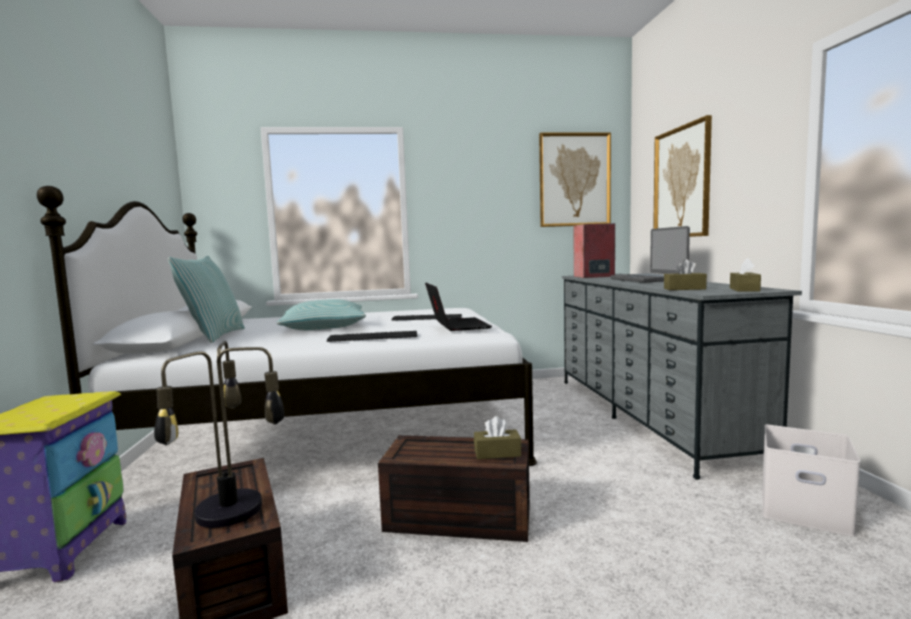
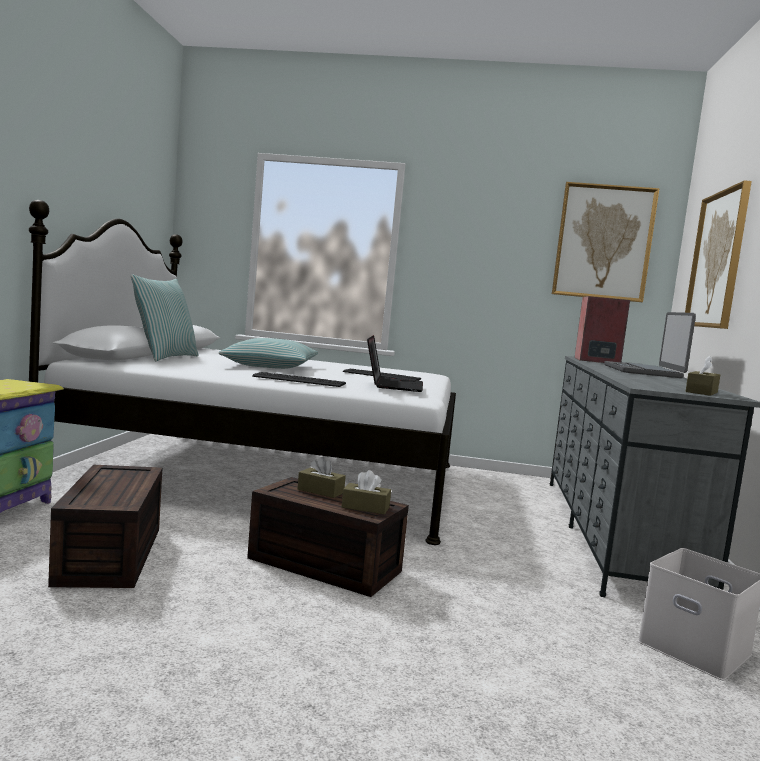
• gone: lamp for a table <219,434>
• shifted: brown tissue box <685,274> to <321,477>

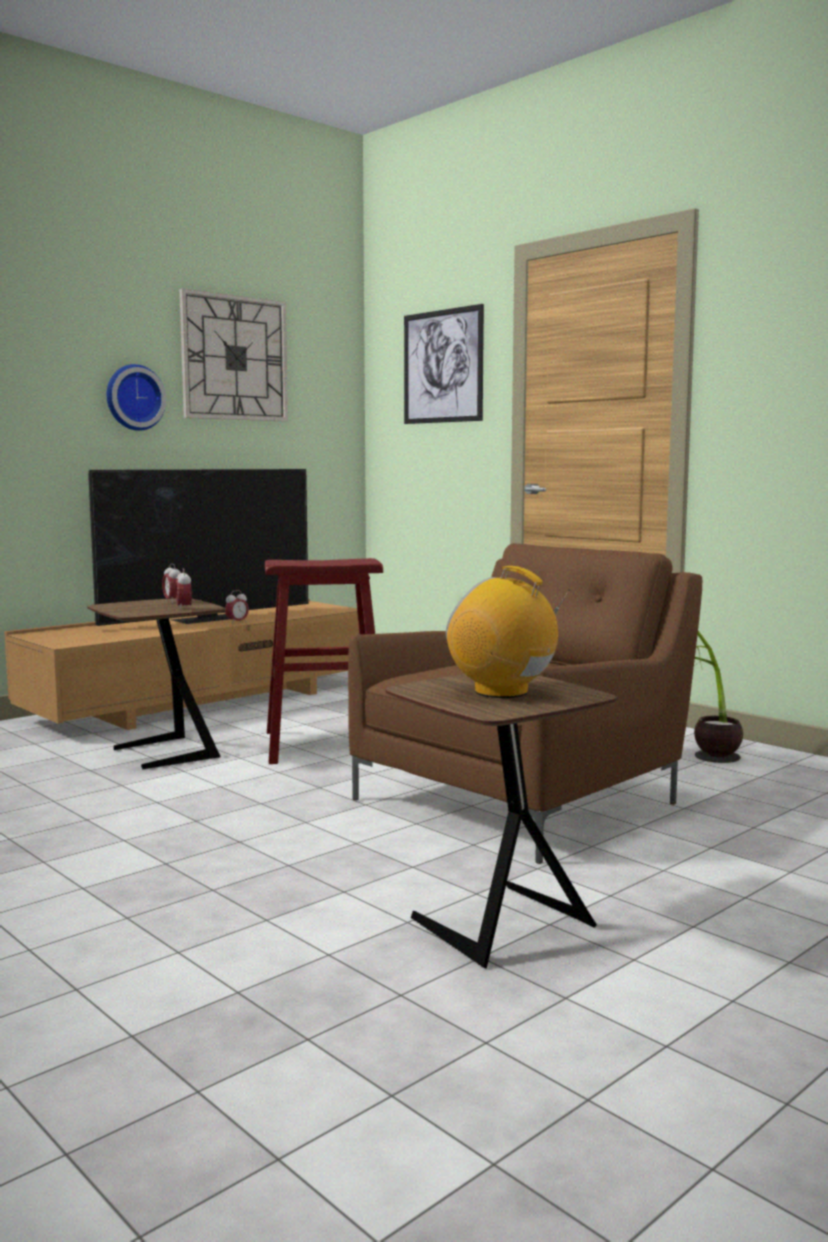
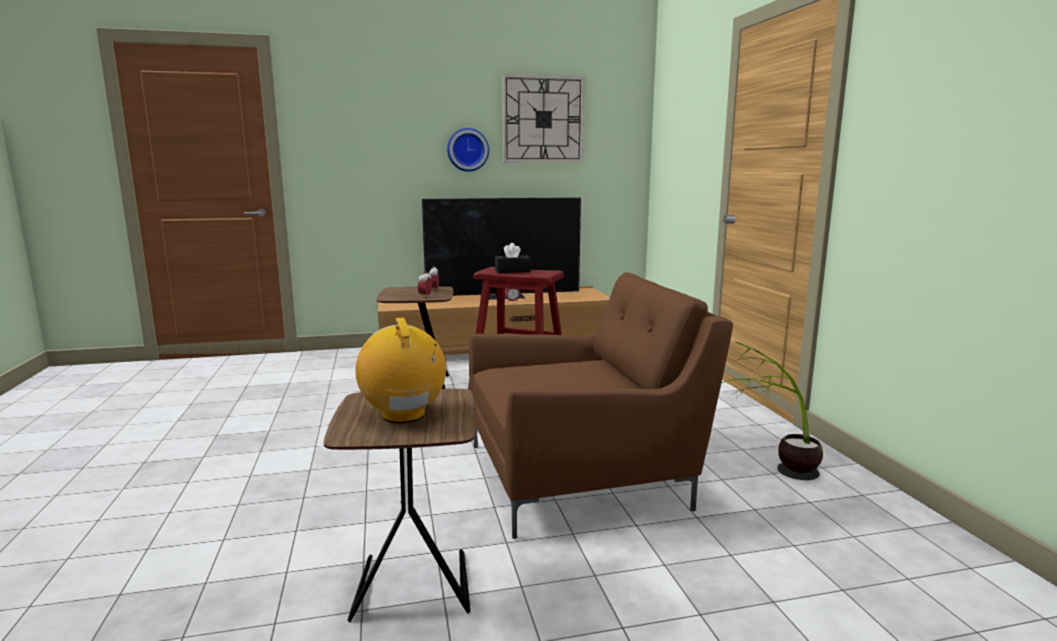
• gone: wall art <444,364>
• new: black tissue box <513,258>

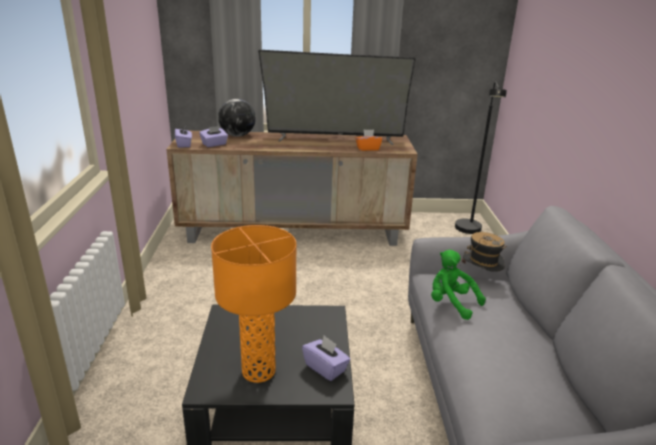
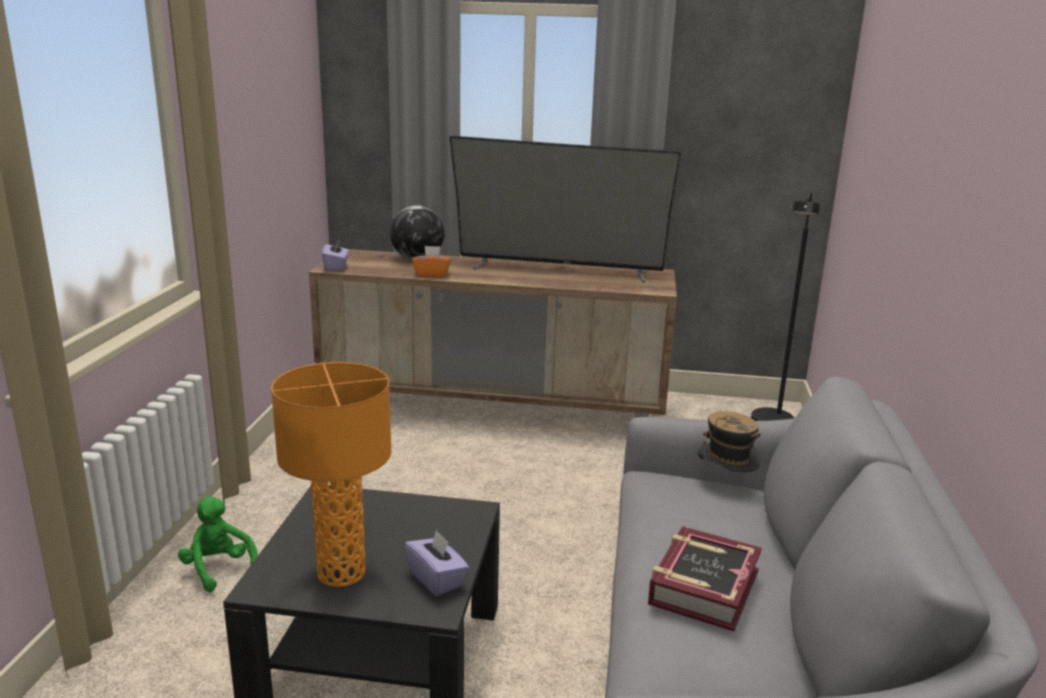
• gone: purplish tissue box <213,136>
• shifted: orangey tissue box <368,140> to <431,261>
• shifted: green plush toy <458,285> to <218,544>
• new: volume <705,578>

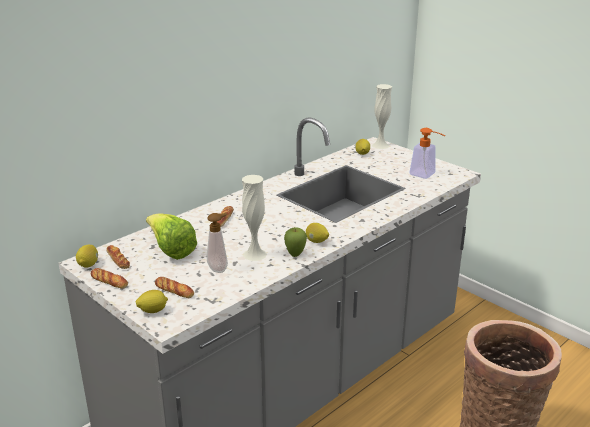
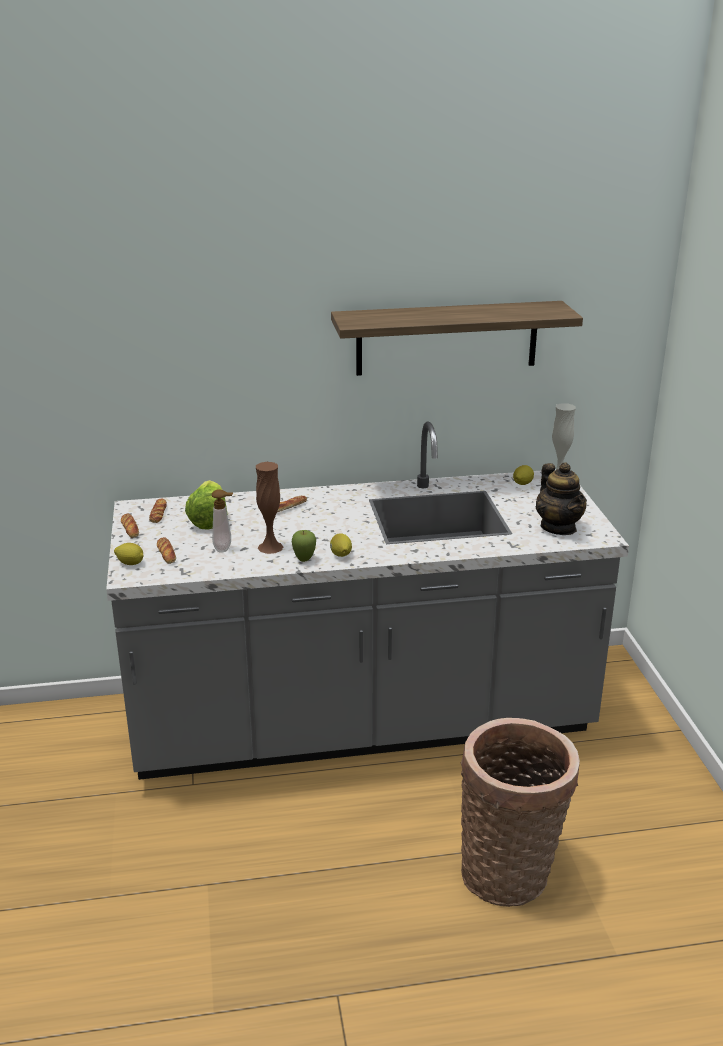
• gone: lemon <87,256>
• repainted: whitish decorative vase <254,218> to brown decorative vase <270,508>
• swapped: soap bottle <427,153> to pot for tea <561,498>
• new: bracket shelf <457,338>

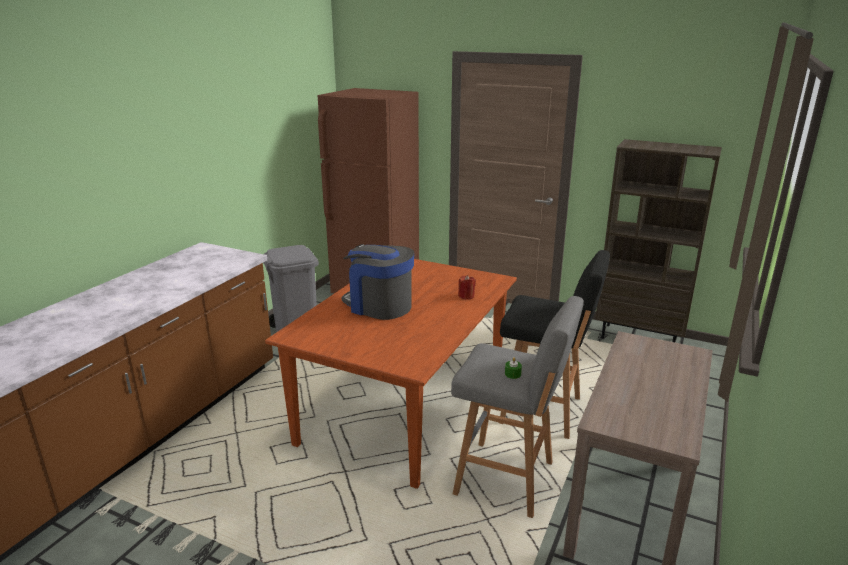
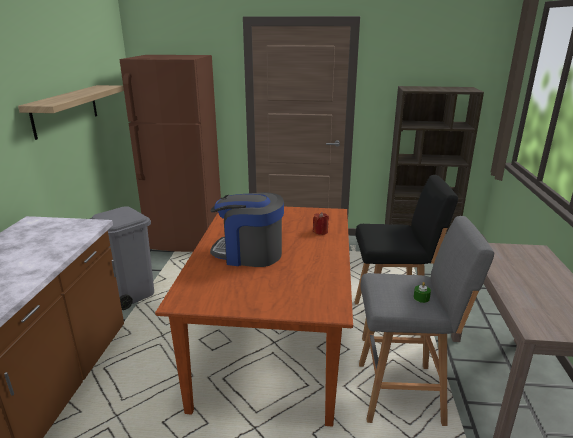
• new: bracket shelf <71,112>

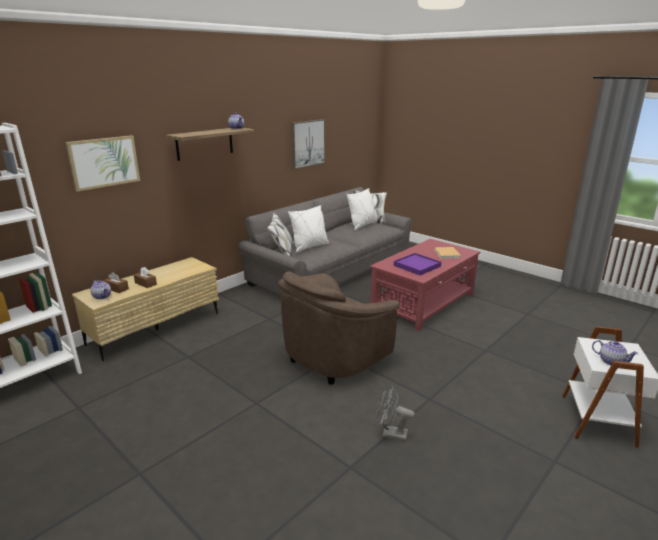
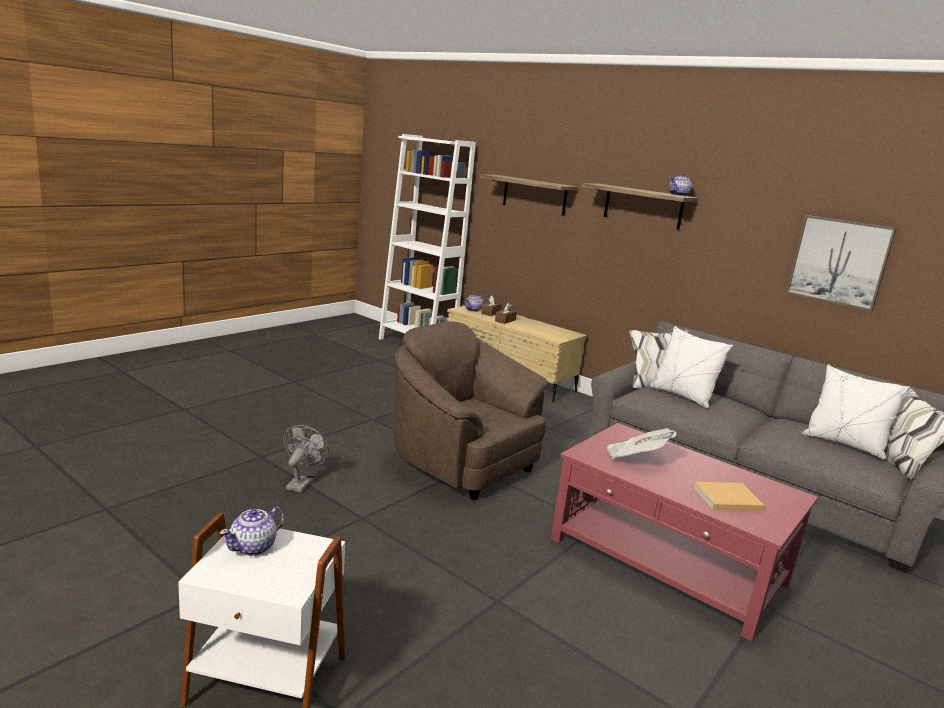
• swapped: wall art <103,163> to bracket shelf <529,195>
• swapped: purplish tray <417,264> to daily paper <641,443>

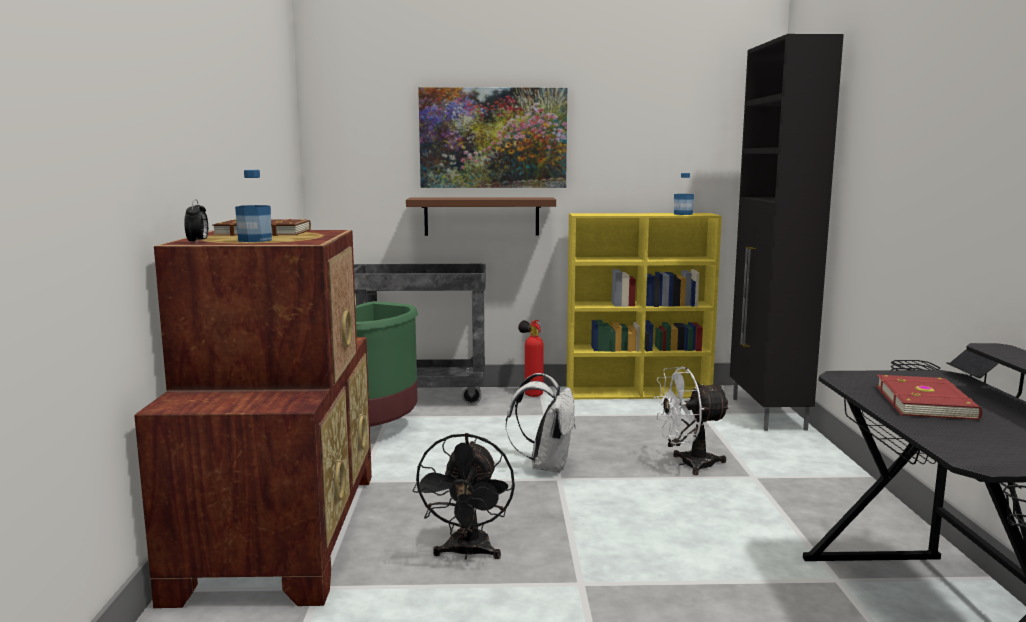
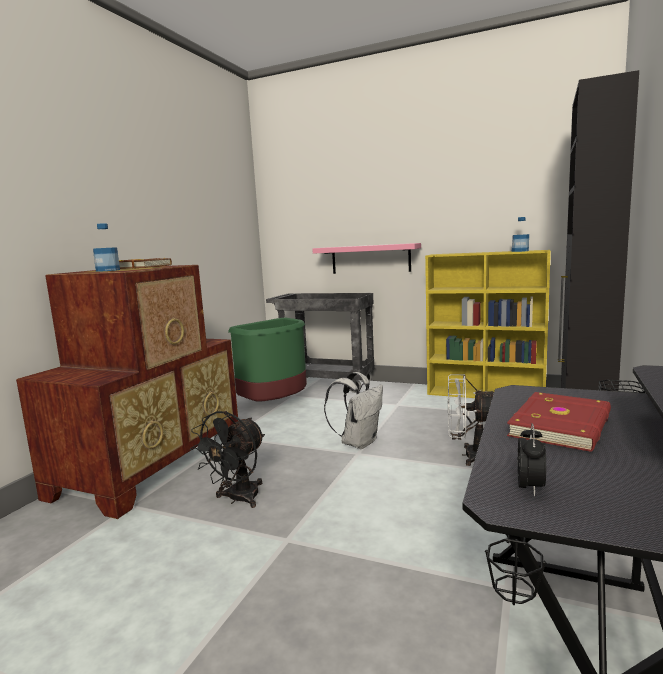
• shifted: bedside clock <196,221> to <532,460>
• repainted: brown bracket shelf <481,216> to pink bracket shelf <366,258>
• gone: wall art <492,137>
• gone: extinguisher <531,358>

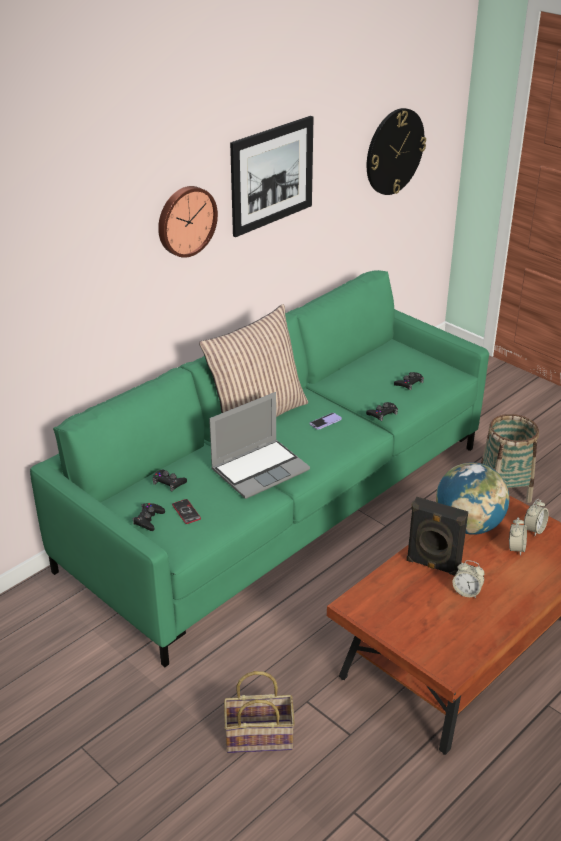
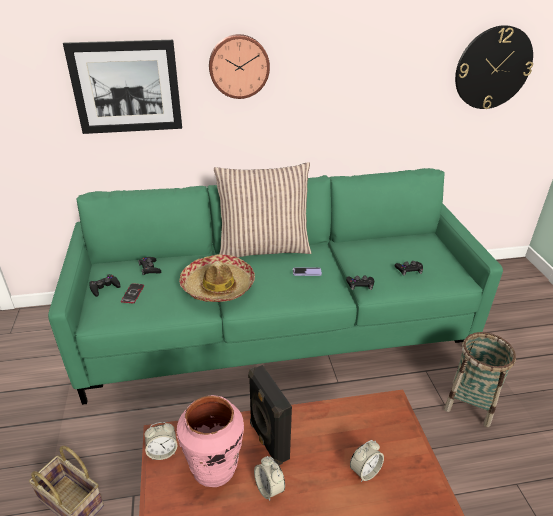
• swapped: laptop <259,445> to clothing hat <217,278>
• shifted: wall art <272,176> to <122,87>
• gone: desk globe <472,498>
• shifted: bedside clock <536,518> to <161,441>
• new: pink decorative vase <210,441>

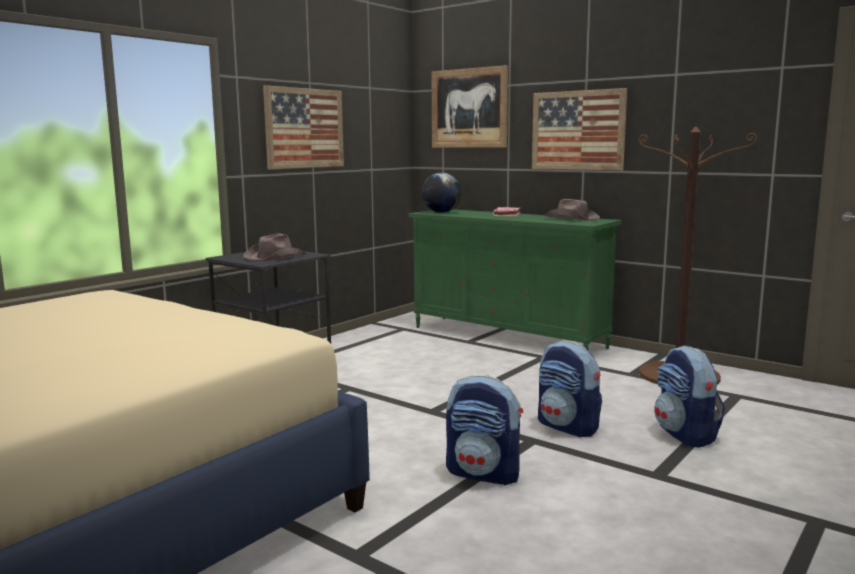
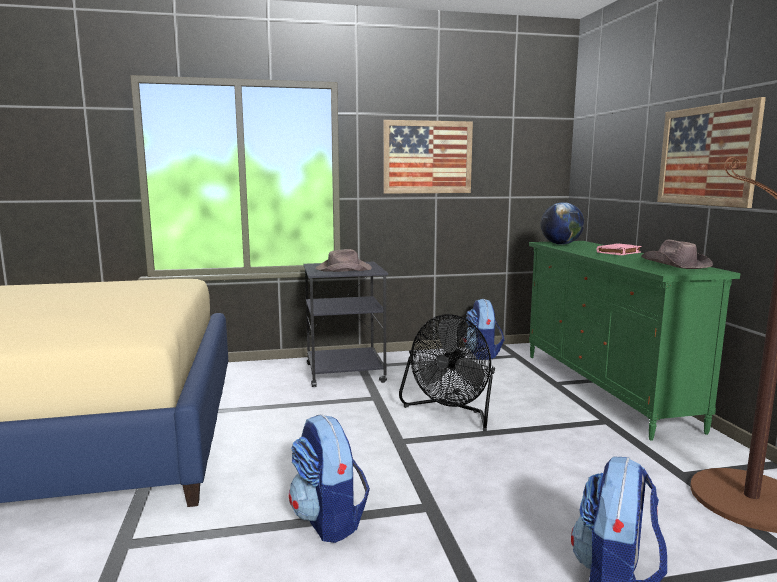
• gone: wall art <470,106>
• shifted: backpack <570,389> to <484,329>
• new: black fan <447,372>

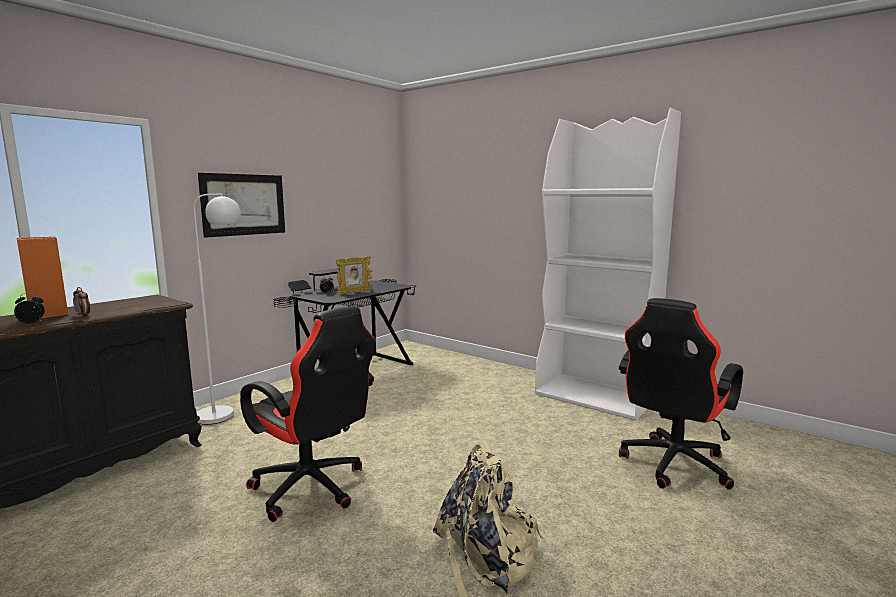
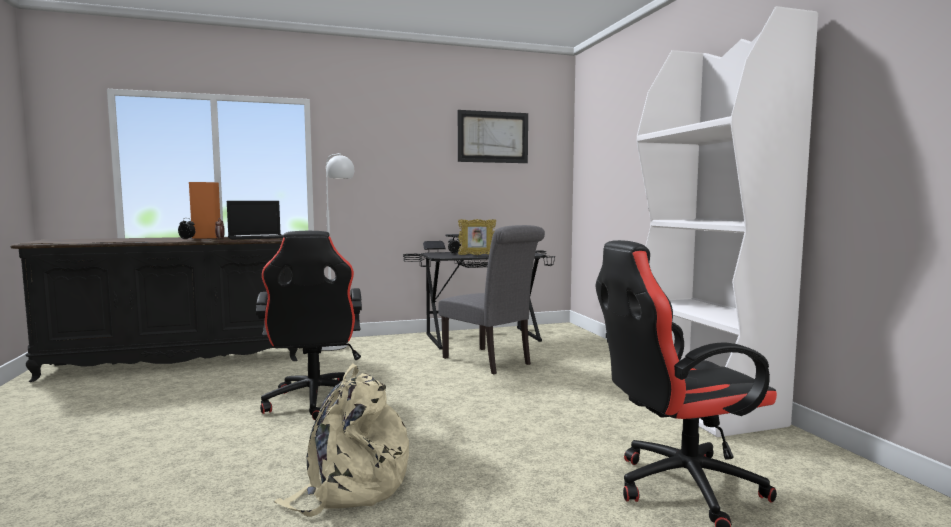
• shifted: wall art <241,205> to <493,136>
• new: laptop <255,220>
• new: gray upright chair <491,299>

